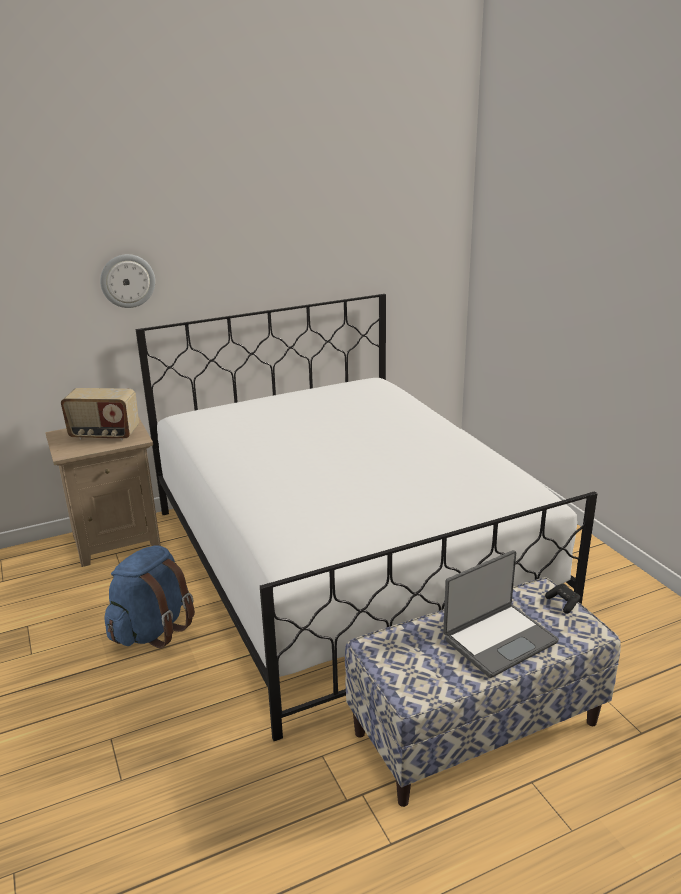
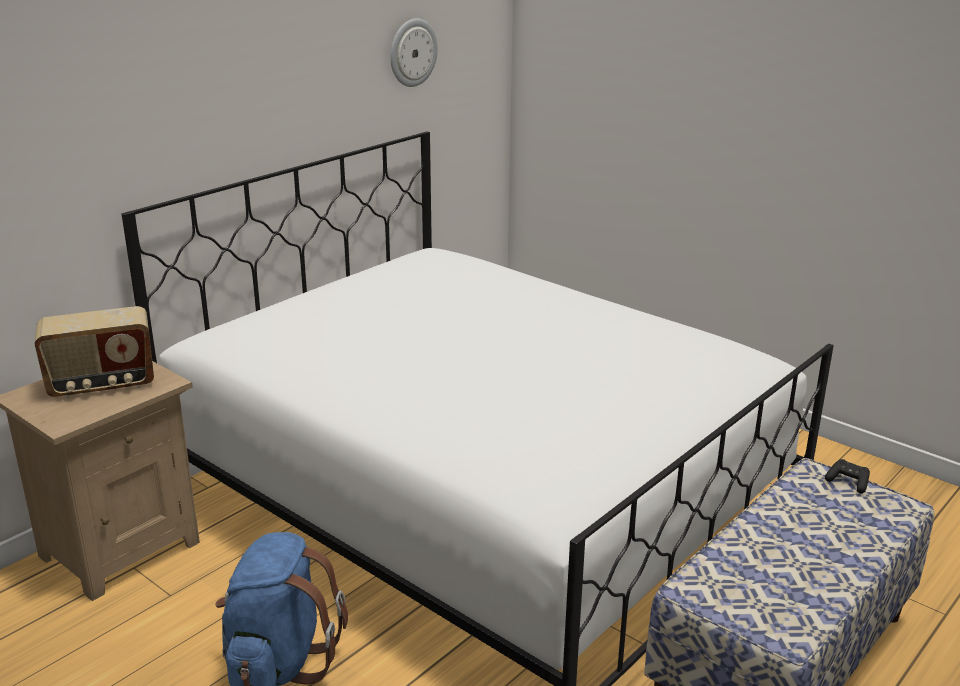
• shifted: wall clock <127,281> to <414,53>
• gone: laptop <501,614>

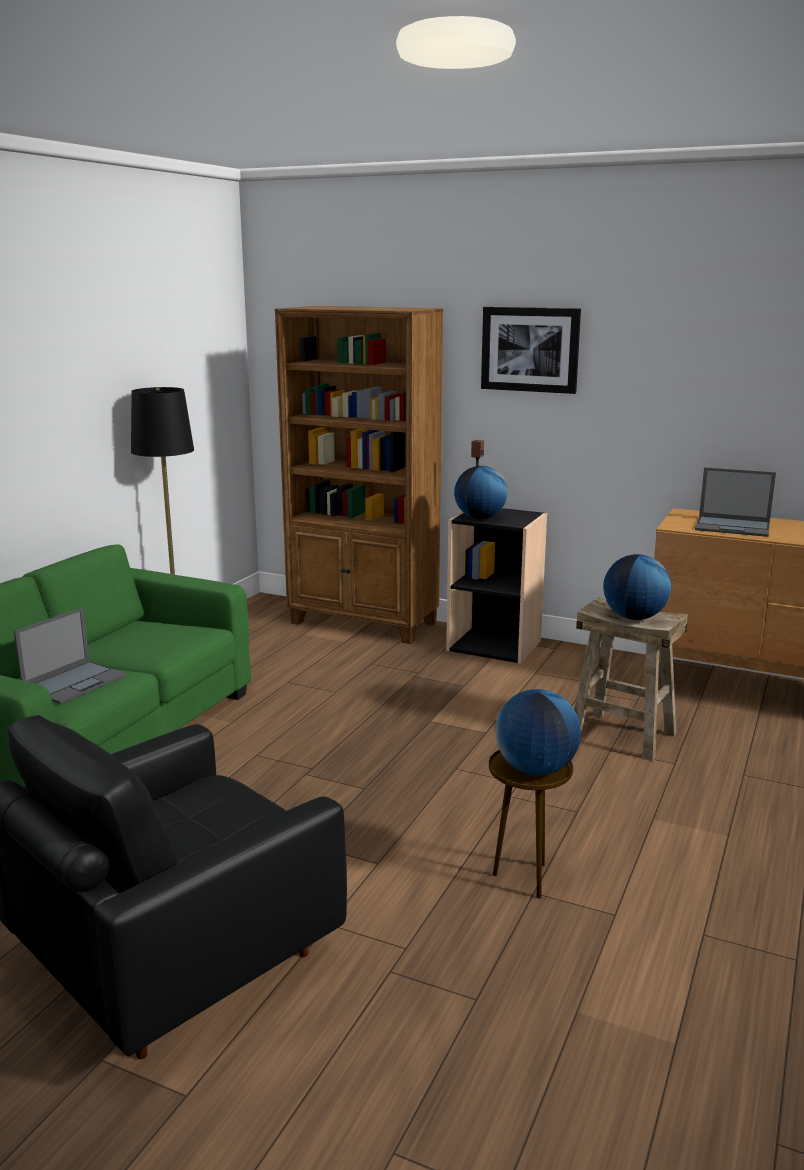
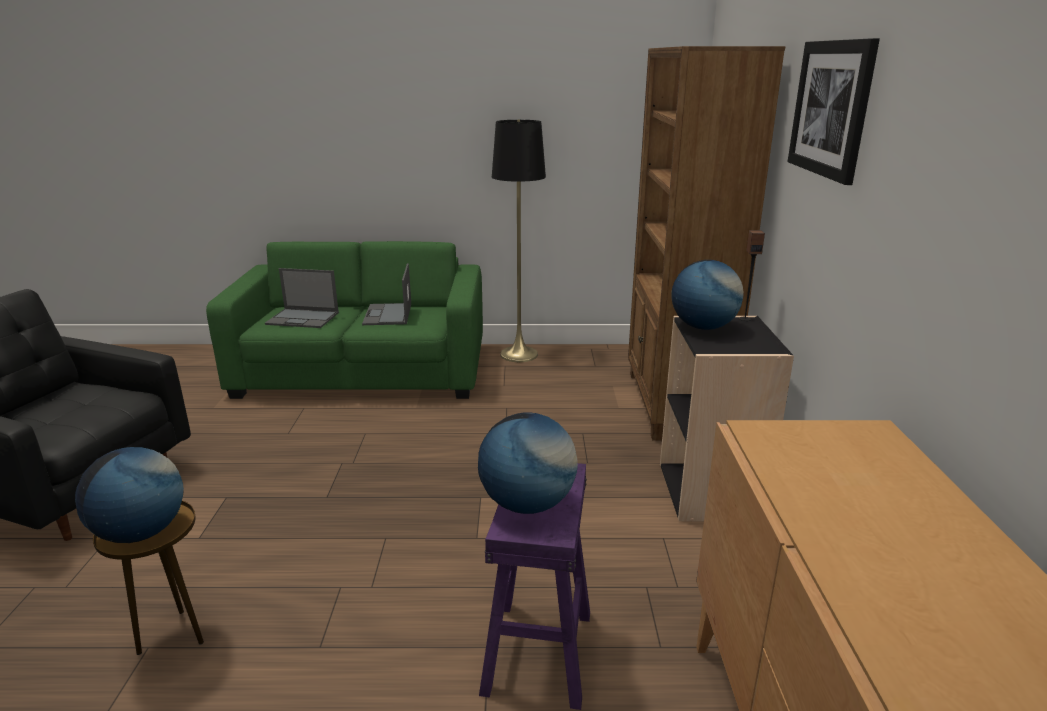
• repainted: beige sitting stool <631,679> to purplish sitting stool <534,586>
• shifted: laptop <735,502> to <386,294>

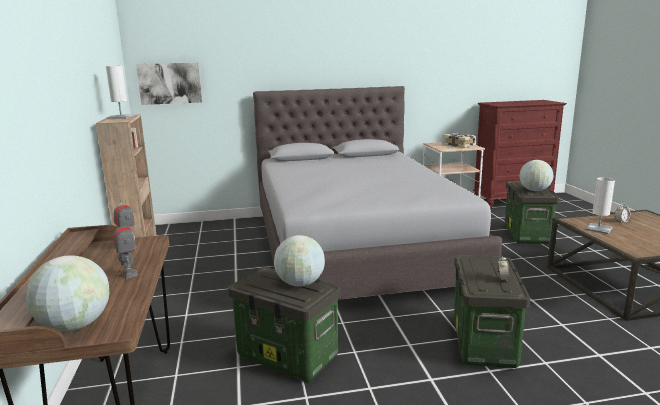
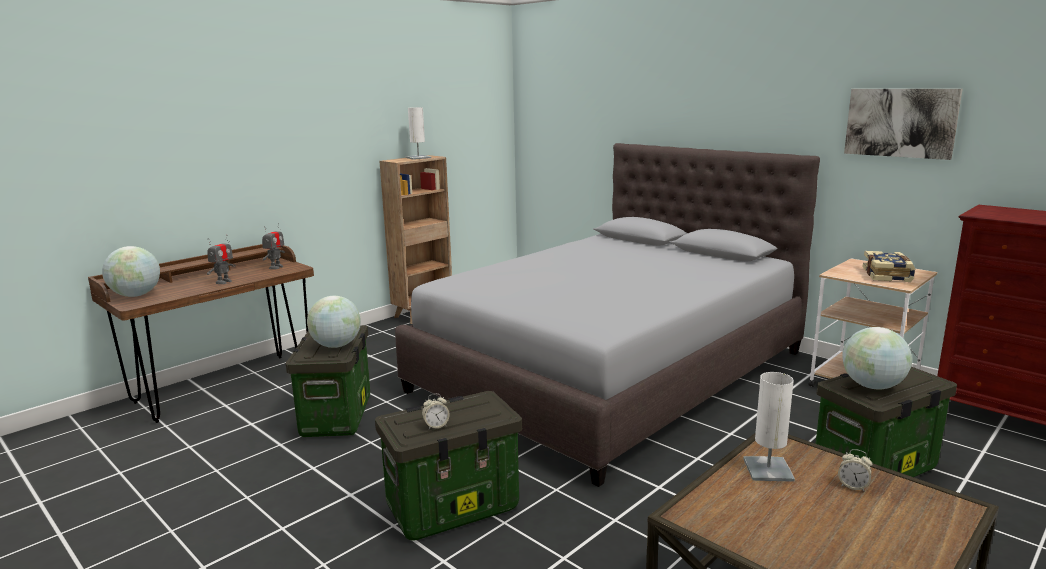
• shifted: wall art <169,84> to <903,124>

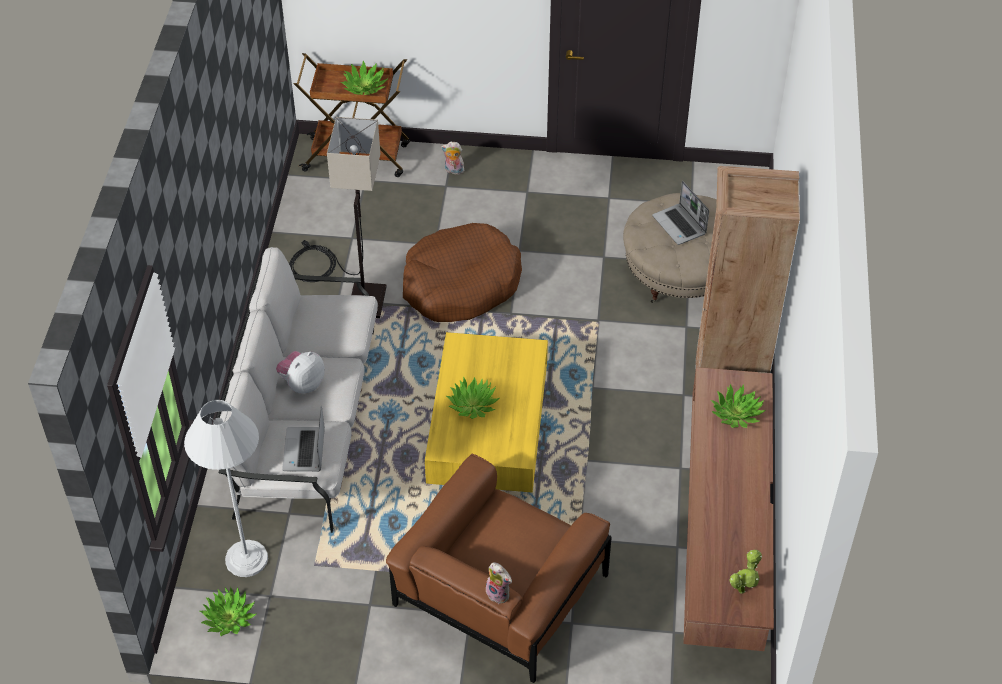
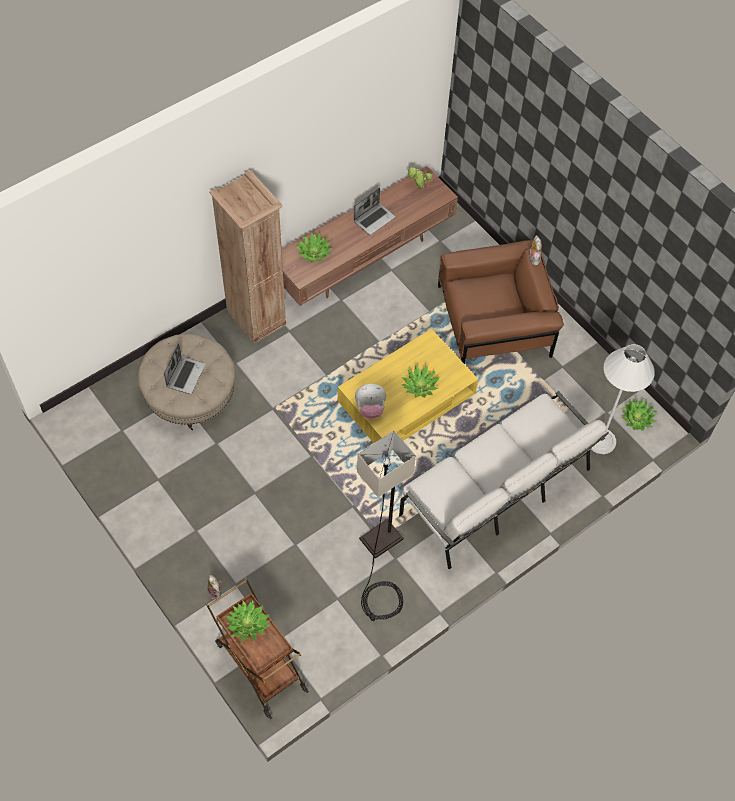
• shifted: plush toy <300,372> to <370,401>
• shifted: laptop <303,439> to <374,211>
• gone: brown pet bed <462,272>

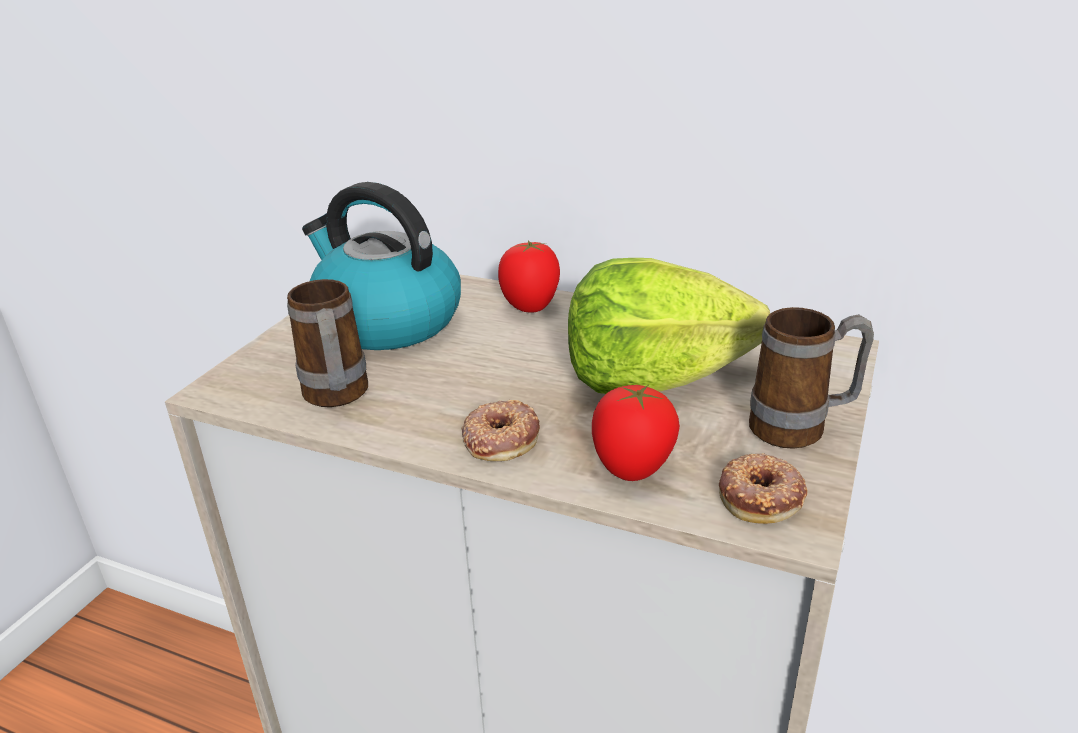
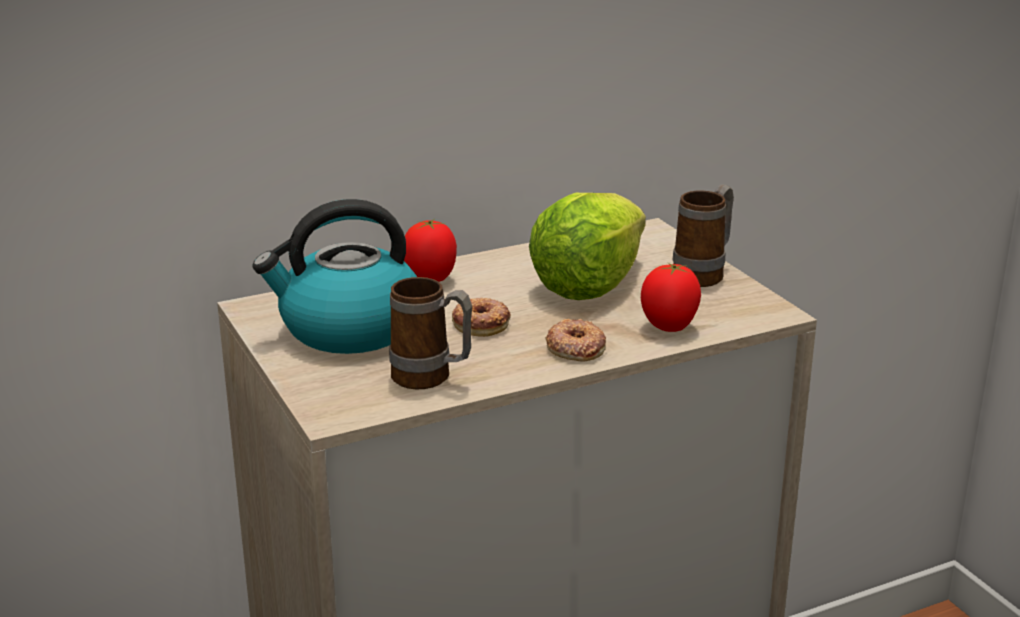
• shifted: doughnut <763,488> to <481,317>

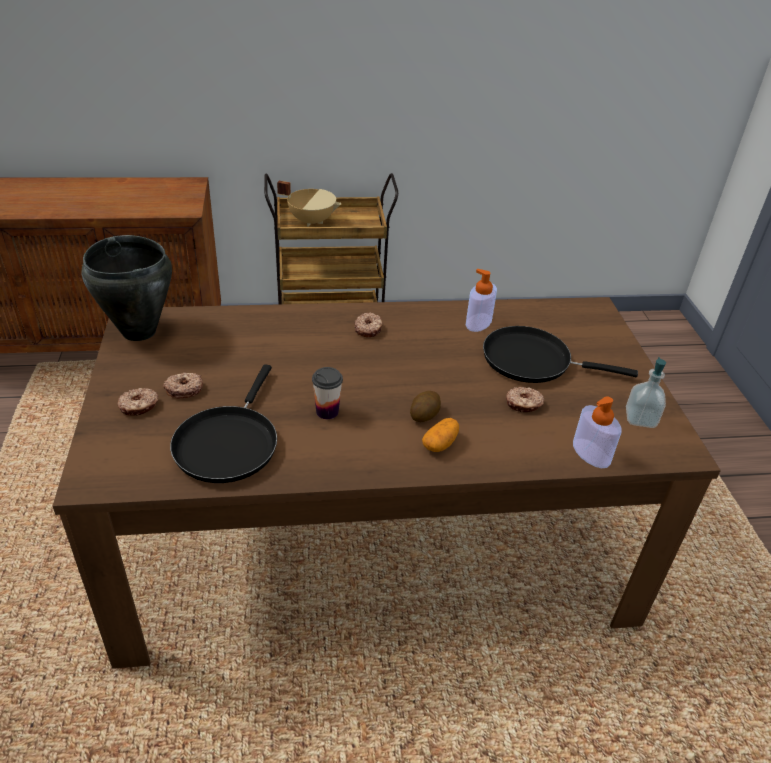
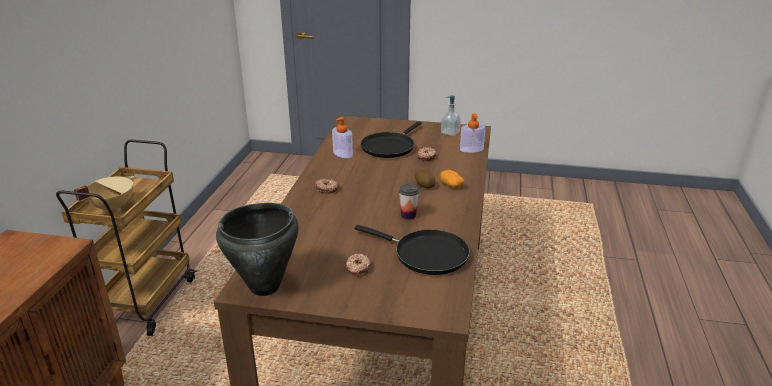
• gone: doughnut <138,402>

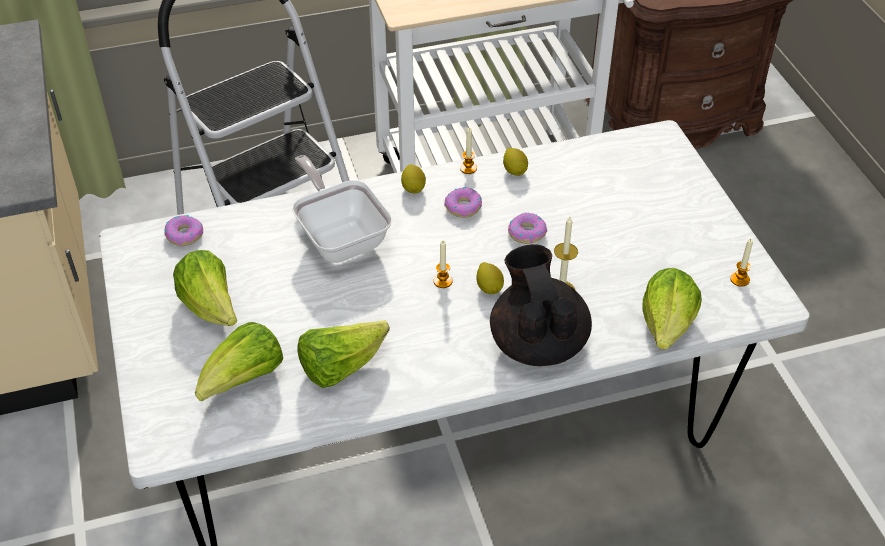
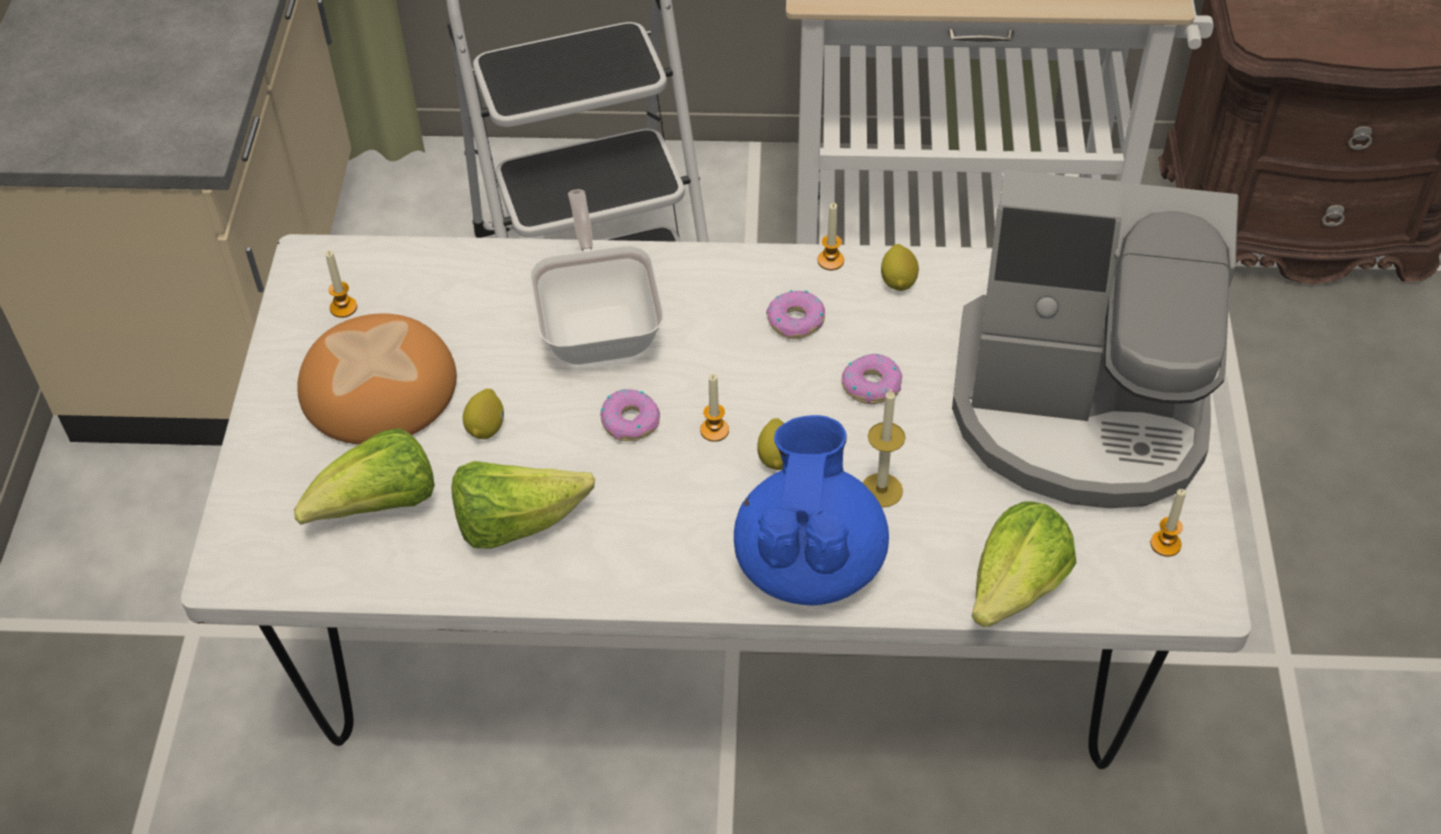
• shifted: doughnut <183,230> to <630,415>
• swapped: head of lettuce <205,288> to bakery bread <377,379>
• shifted: lemon <413,179> to <483,414>
• repainted: black pot for tea <541,305> to blue pot for tea <811,510>
• new: wax light <341,284>
• new: coffee maker <1095,339>

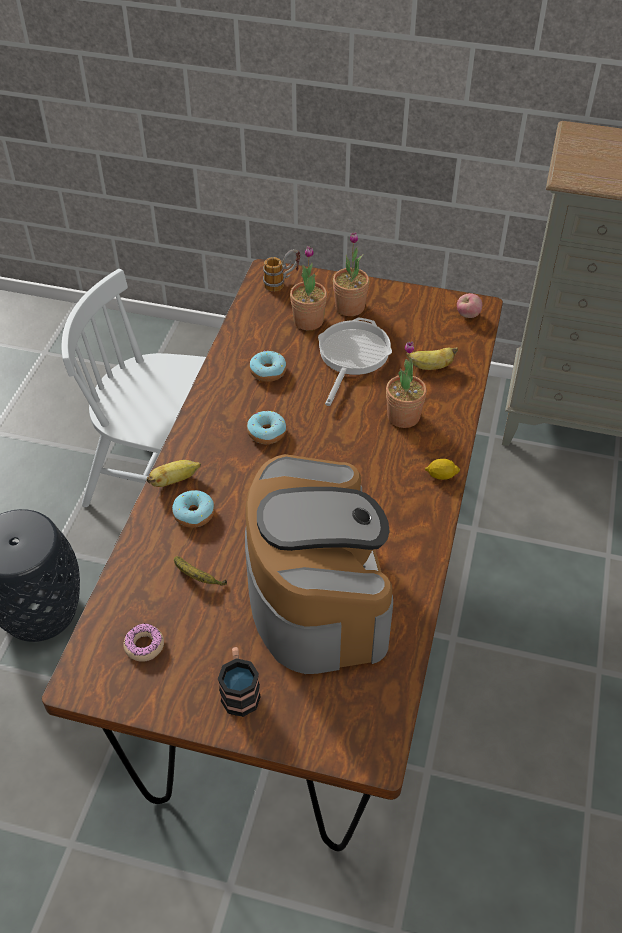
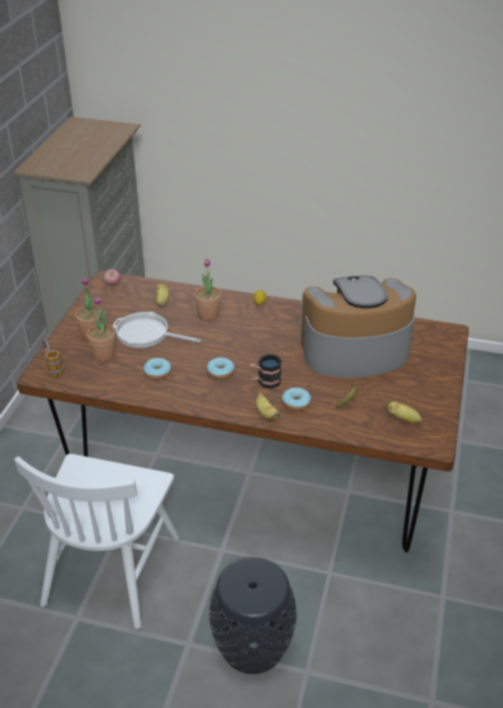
• swapped: doughnut <143,642> to whole banana <403,412>
• shifted: coffee mug <239,682> to <265,371>

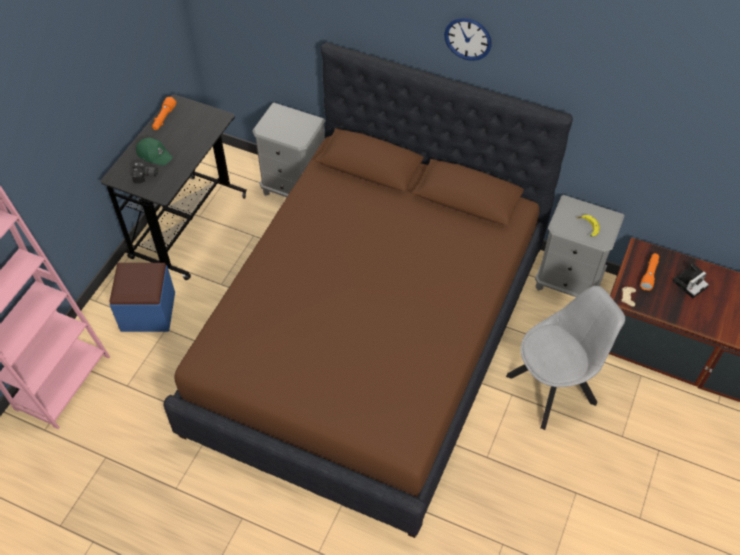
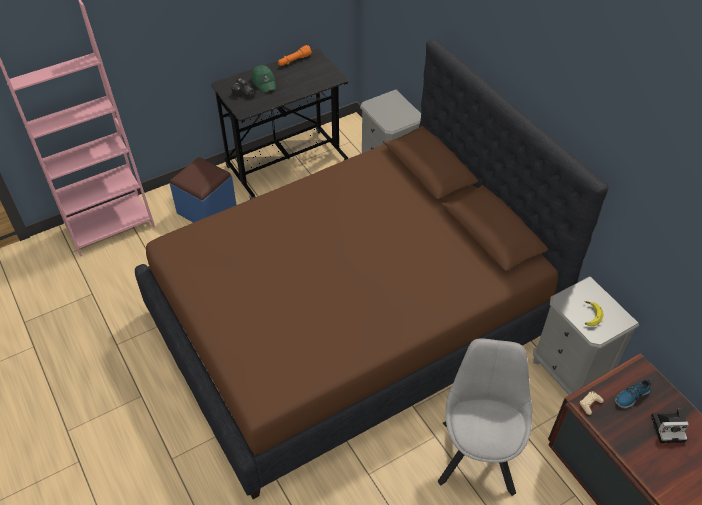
• gone: wall clock <468,39>
• rotated: gray upright chair <565,358> = <485,417> 90 degrees counterclockwise
• swapped: orangey torch <649,272> to low shoe <633,393>

